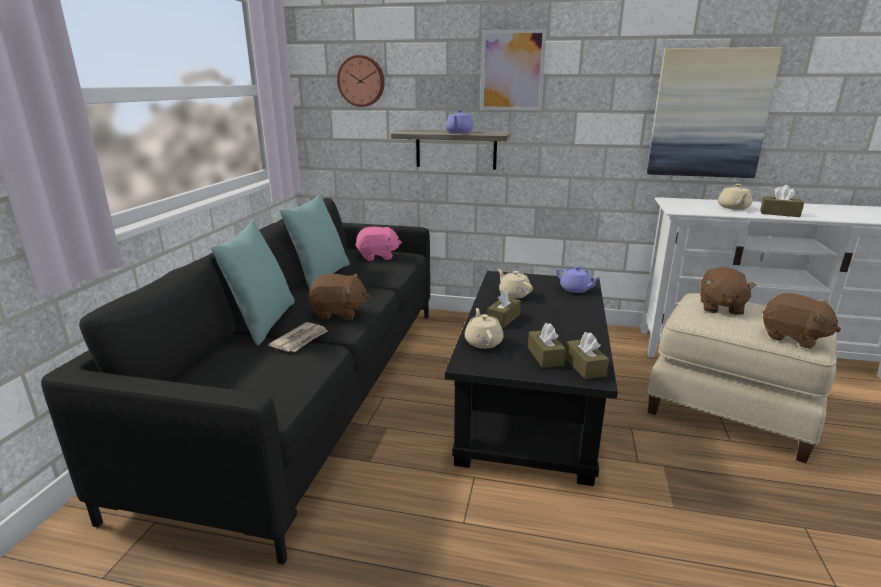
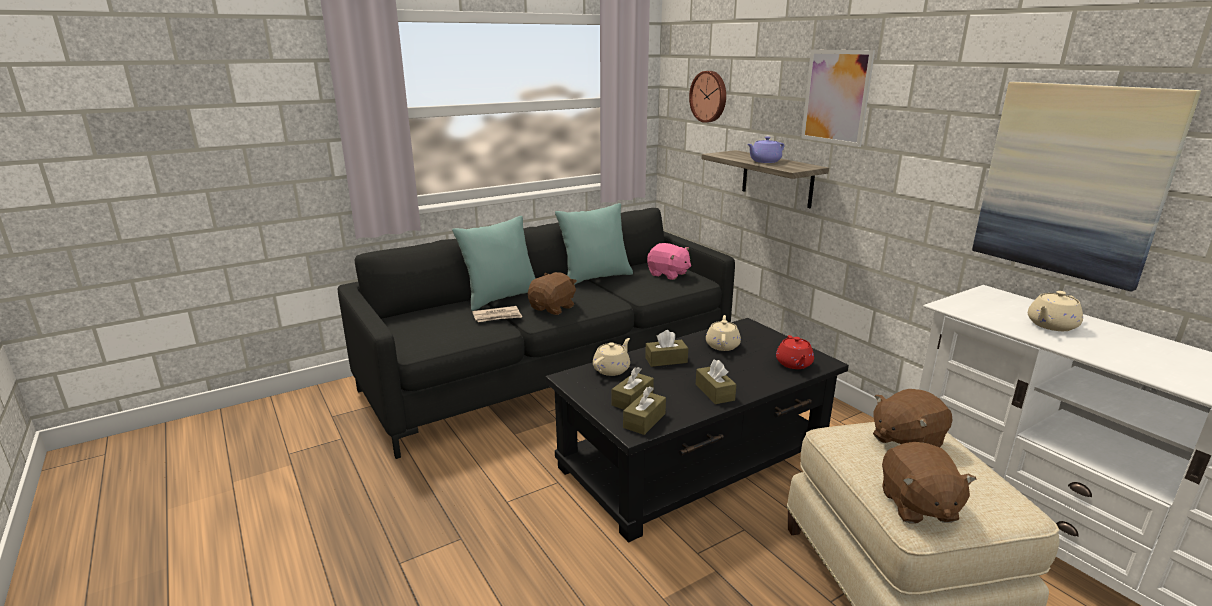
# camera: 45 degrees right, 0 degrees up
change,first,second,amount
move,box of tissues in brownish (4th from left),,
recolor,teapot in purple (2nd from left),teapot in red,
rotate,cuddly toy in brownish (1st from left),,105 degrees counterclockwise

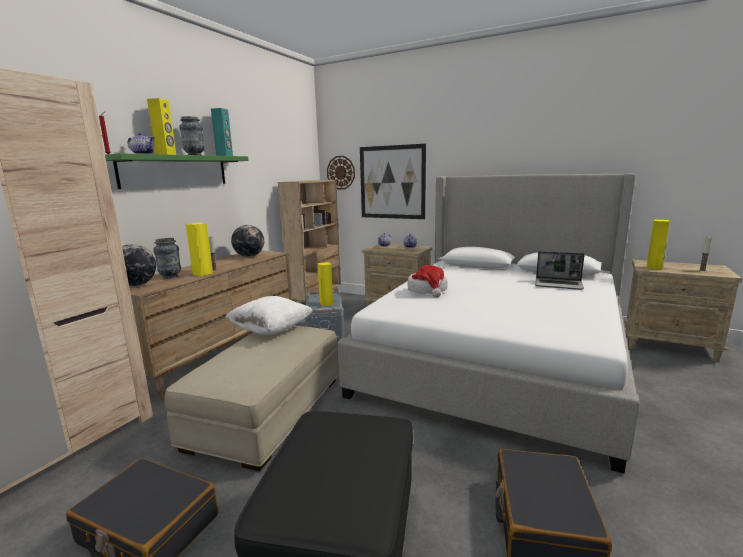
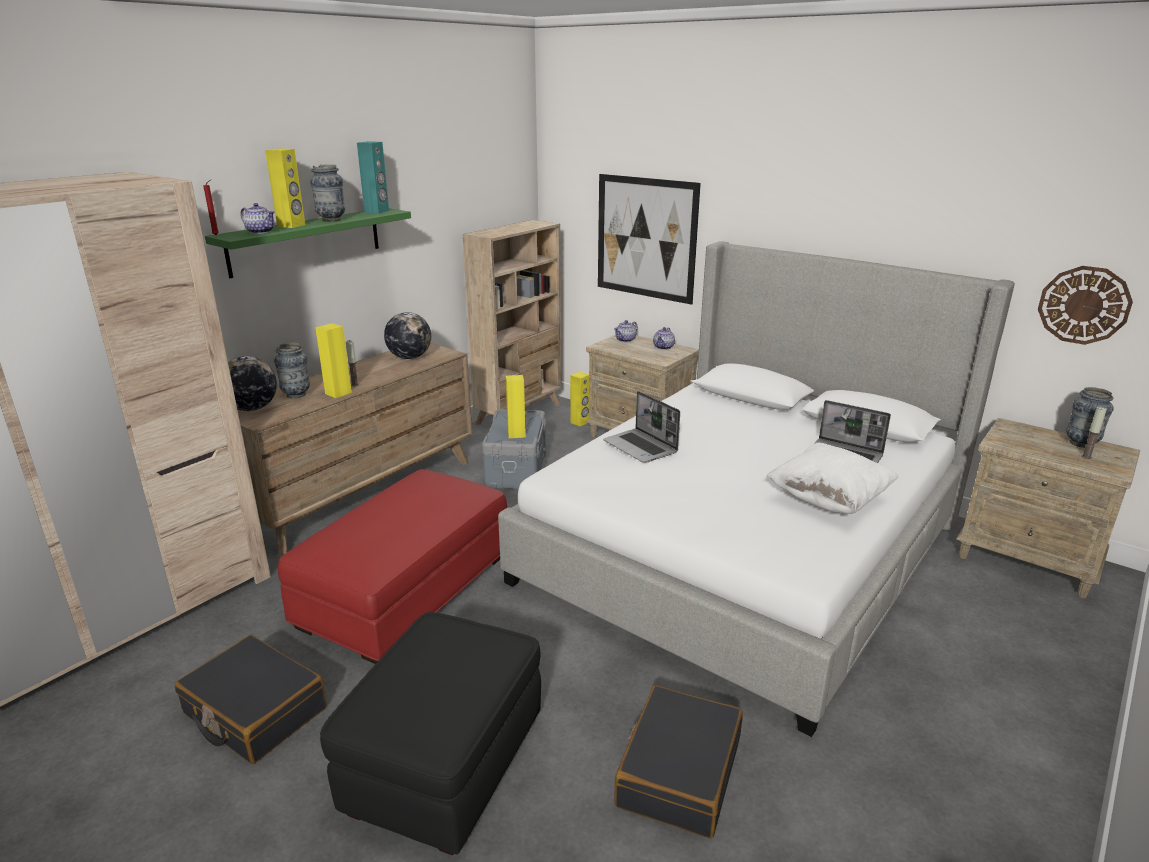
# camera: 10 degrees right, 10 degrees up
change,first,second,amount
insert,,vase (3rd from left),
move,throw pillow in white-coloured,,
move,hanging clock,,
move,loudspeaker in yellow-coloured (4th from left),,
replace,wearable hat,portable computer (1st from left),
recolor,pouffe in beige,pouffe in red,

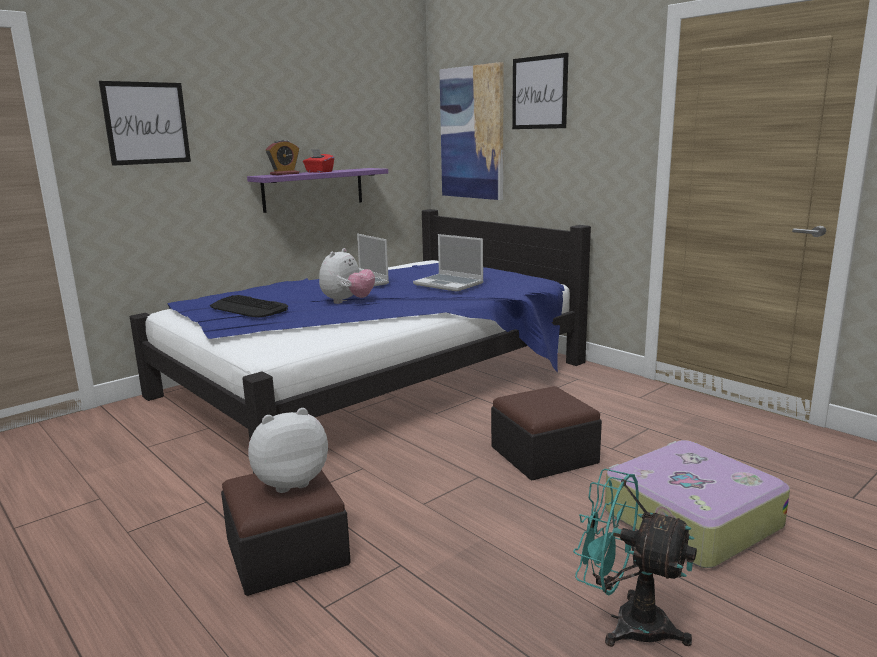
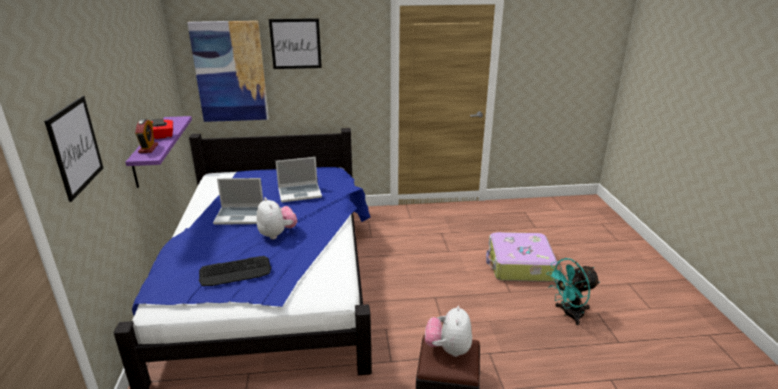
# camera: 55 degrees left, 10 degrees up
change,first,second,amount
delete,pouffe (2nd from left),,

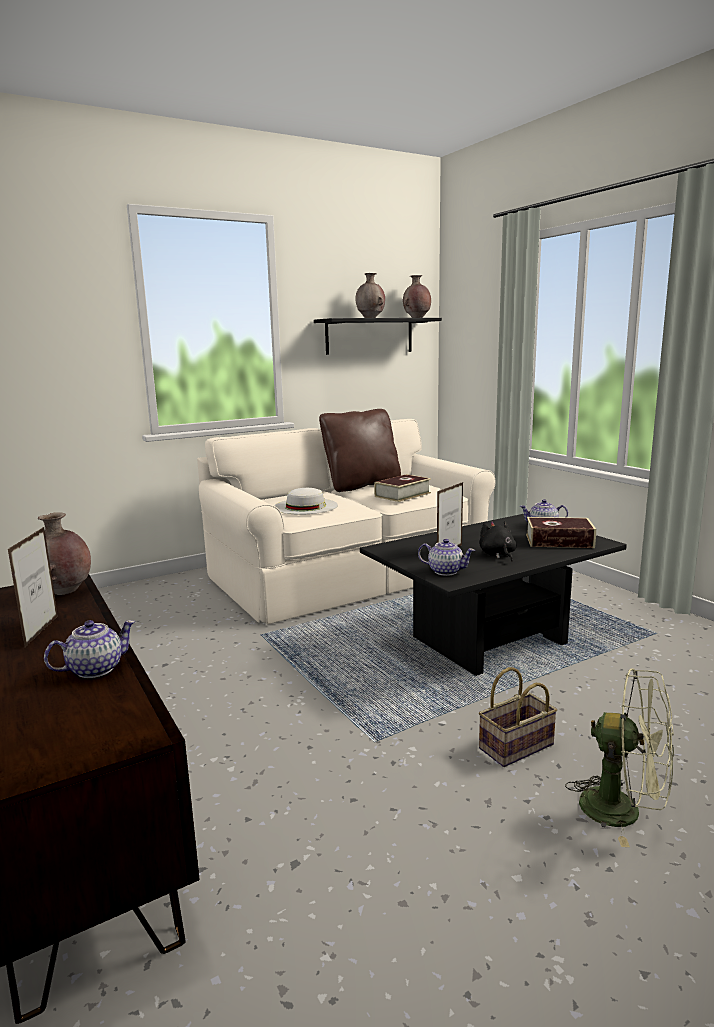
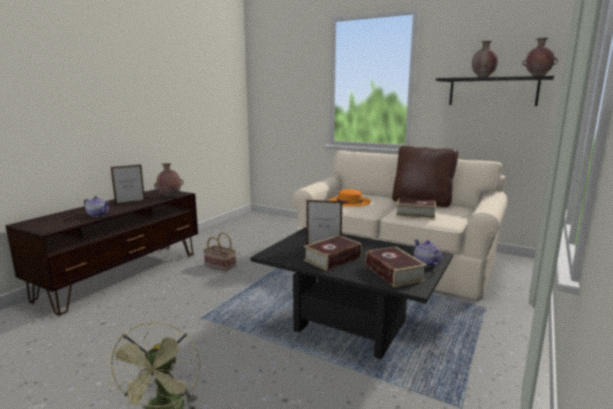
# camera: 60 degrees right, 0 degrees up
change,first,second,amount
delete,teapot (2nd from left),,
move,storage basket,,
replace,cuddly toy in blackish,volume (1st from left),
recolor,wearable hat in white-coloured,wearable hat in orangey,

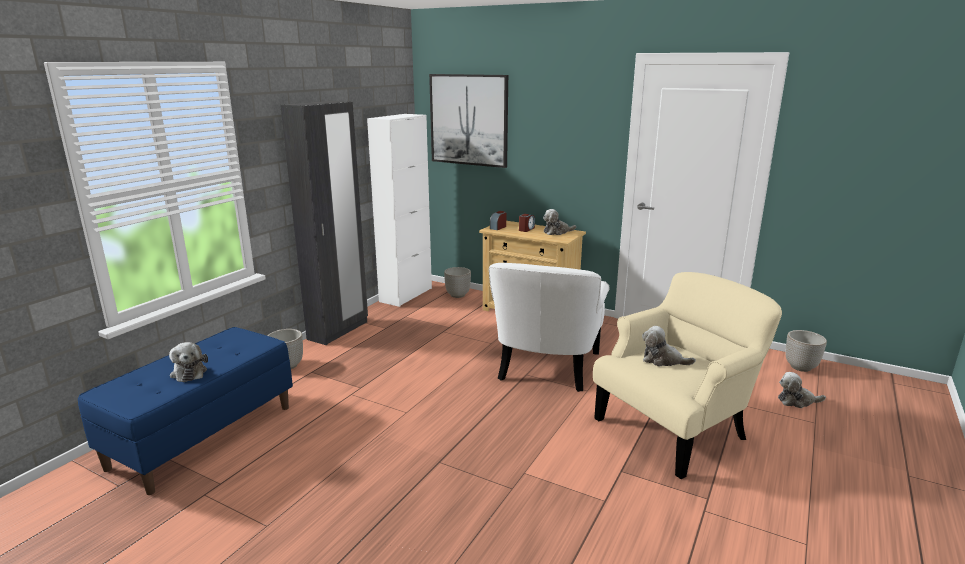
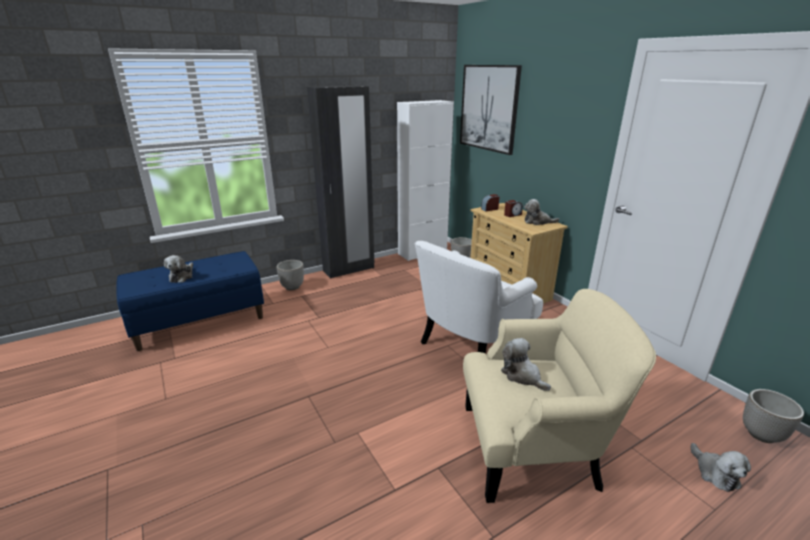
# camera: 30 degrees right, 5 degrees up
change,first,second,amount
rotate,cuddly toy (4th from left),,135 degrees counterclockwise

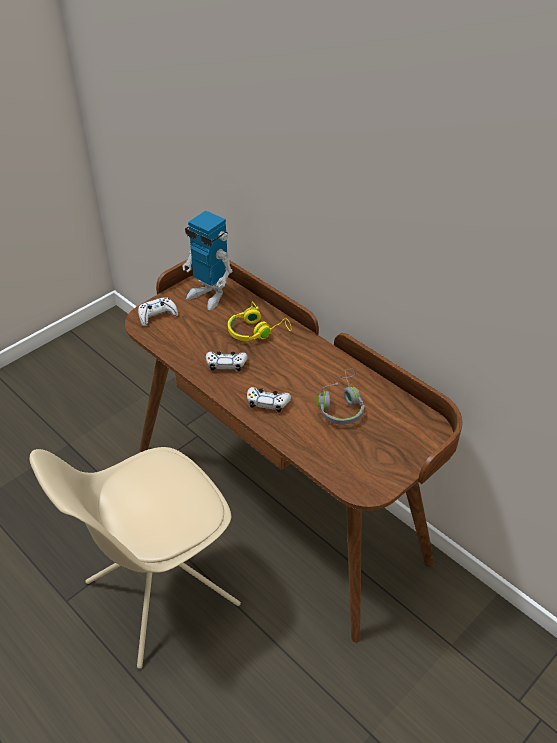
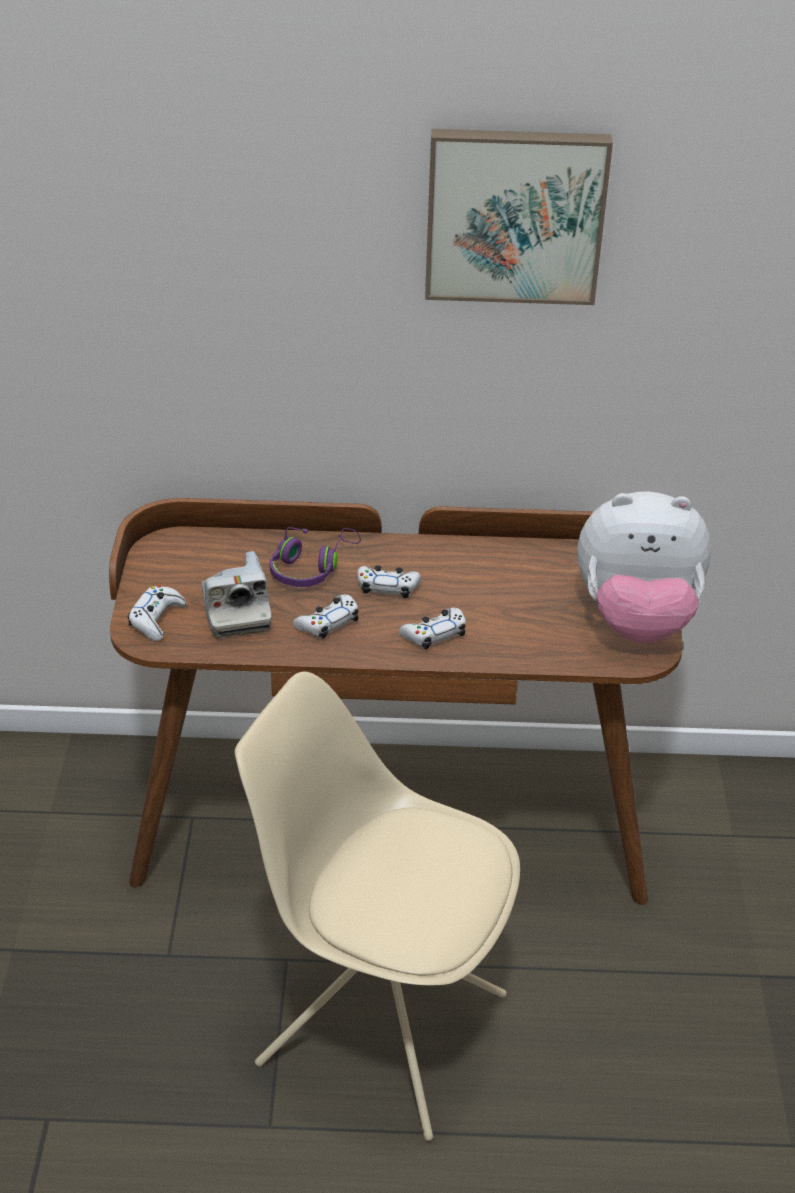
# camera: 45 degrees left, 5 degrees down
change,first,second,amount
delete,robot figure,,
delete,pair of headphones in gray,,
insert,,still camera,
insert,,gamepad in white-coloured (3rd from left),
insert,,wall picture,
insert,,cuddly toy,
recolor,pair of headphones in yellow-coloured,pair of headphones in purple,
rotate,plain chair in beige,,105 degrees clockwise

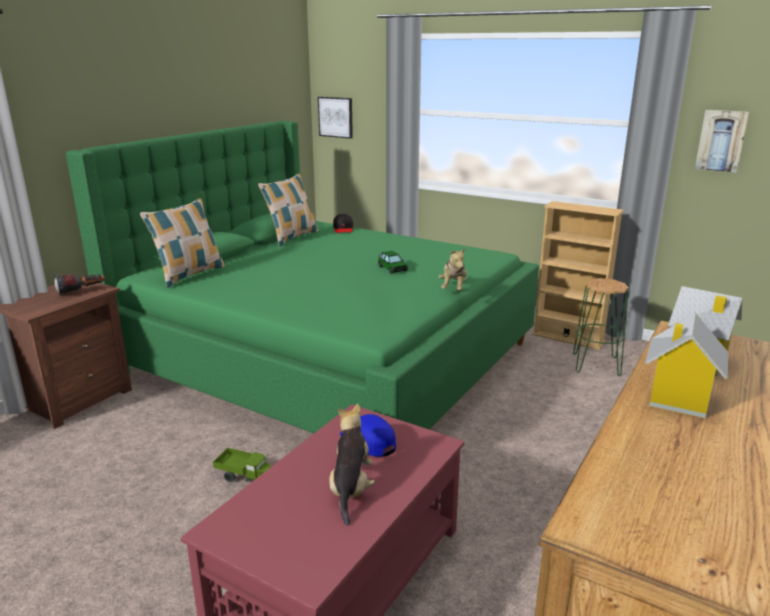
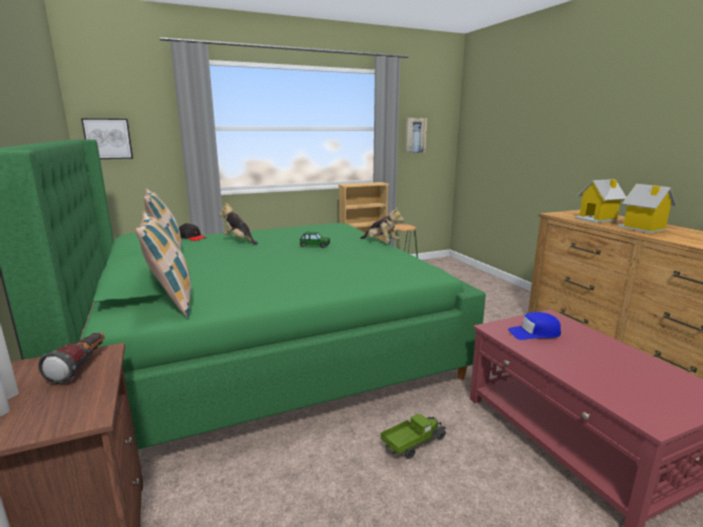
# camera: 55 degrees left, 5 degrees down
change,first,second,amount
move,cuddly toy (1st from left),,

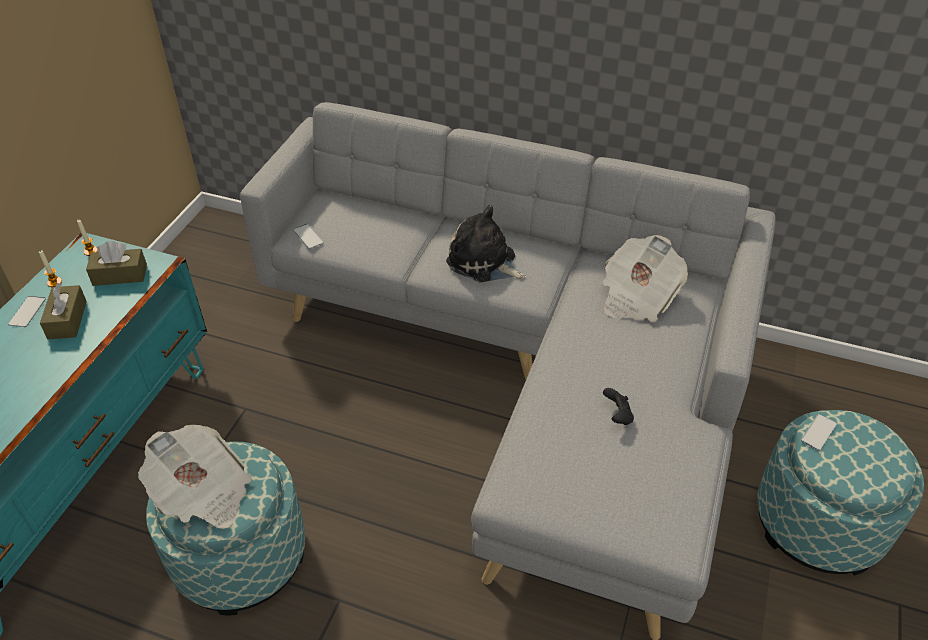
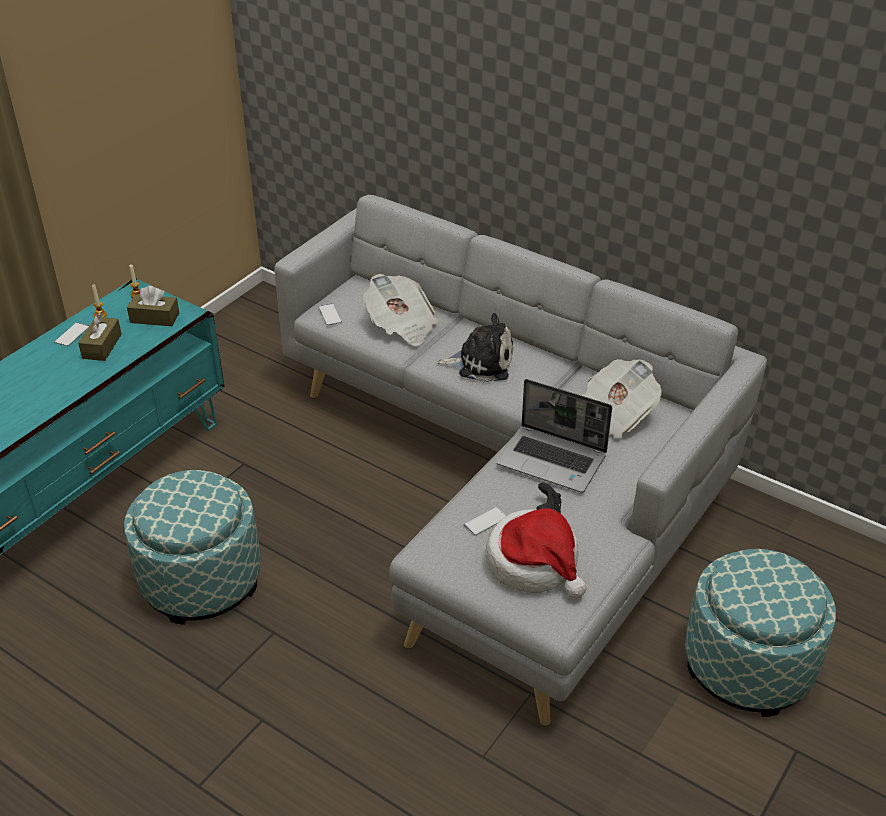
# camera: 15 degrees right, 5 degrees down
change,first,second,amount
insert,,wearable hat,
insert,,portable computer,
move,daily paper (1st from left),,
move,telephone (3rd from left),,
rotate,cuddly toy,,135 degrees clockwise

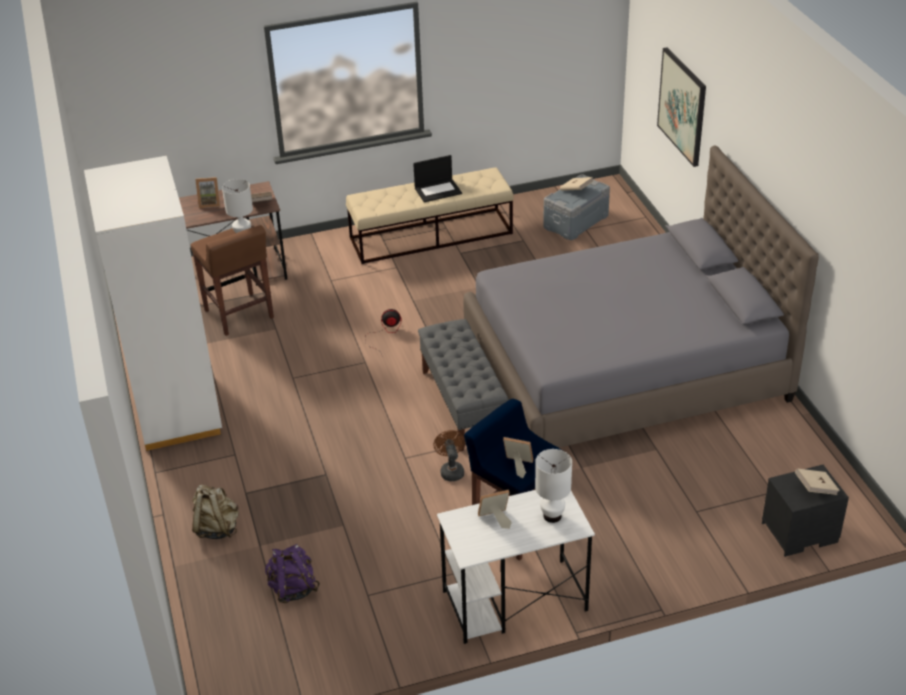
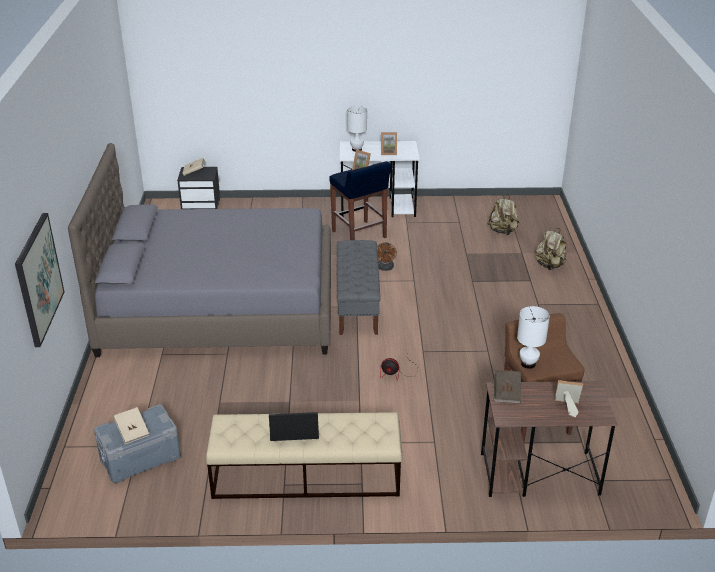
# camera: 165 degrees left, 5 degrees down
change,first,second,amount
delete,wardrobe in white-coloured,,
recolor,rucksack in purple,rucksack in beige (1st from left),

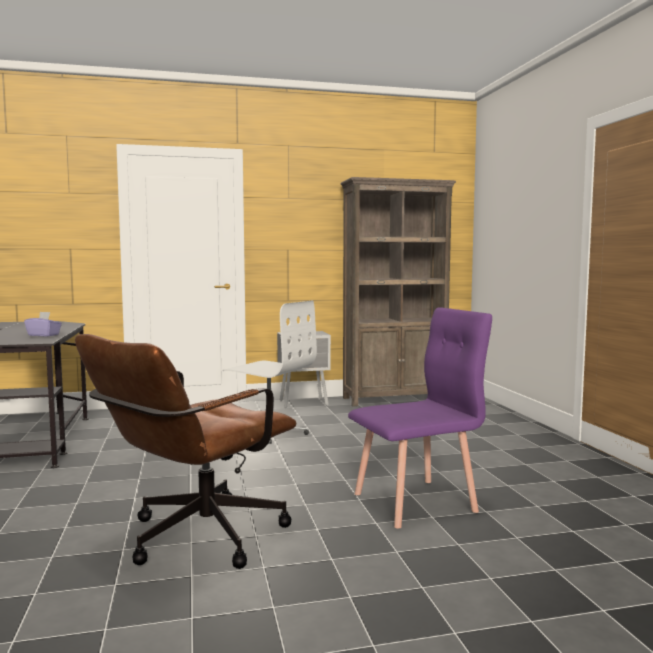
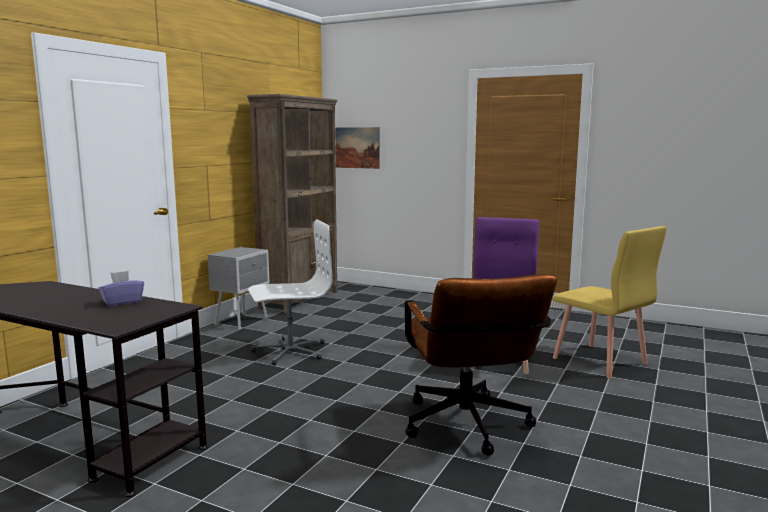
# camera: 50 degrees left, 5 degrees up
change,first,second,amount
insert,,wall picture,
insert,,plain chair in yellow-coloured,

